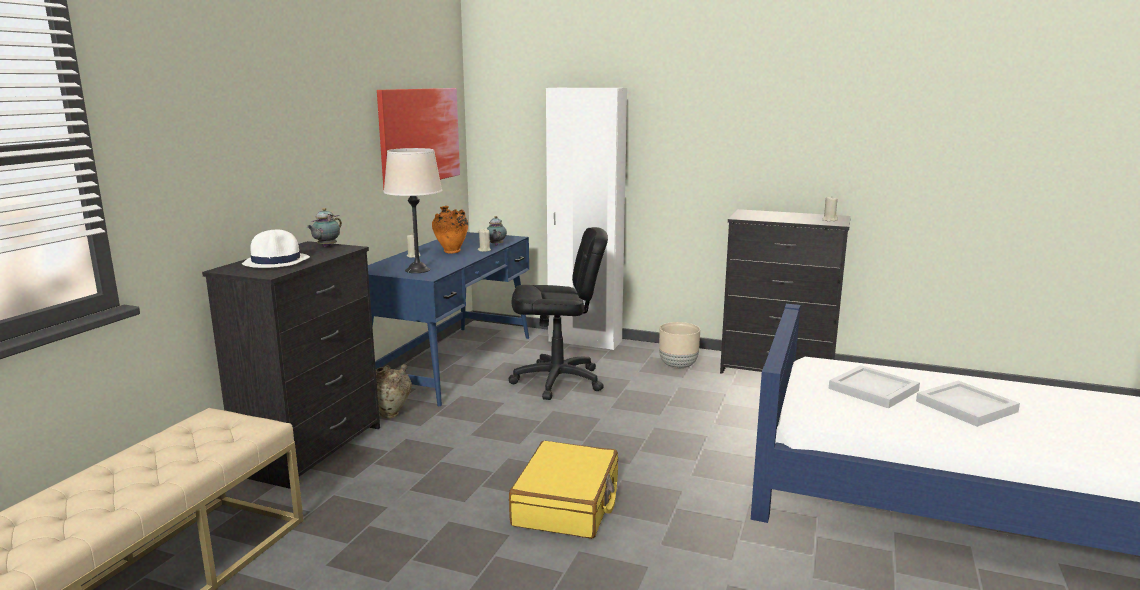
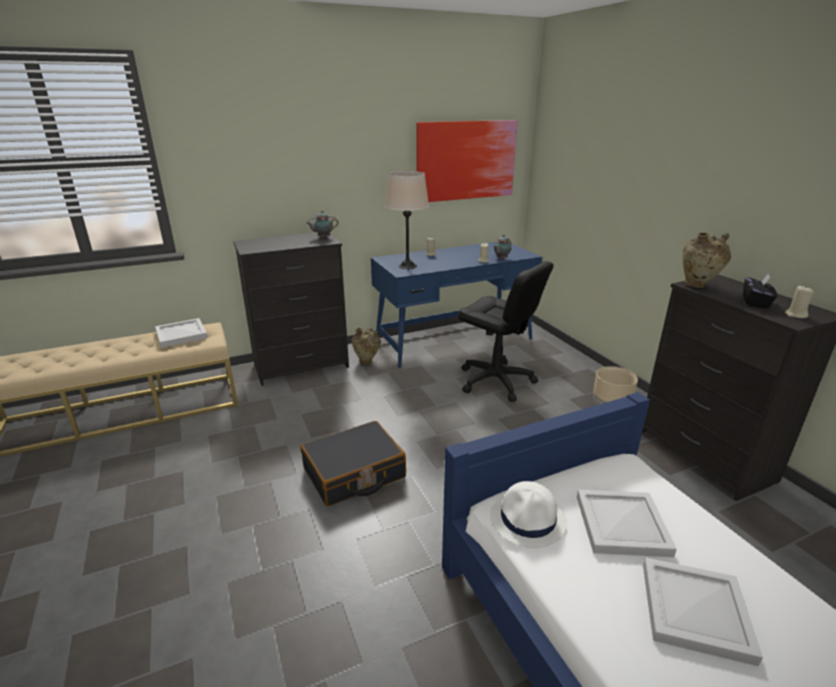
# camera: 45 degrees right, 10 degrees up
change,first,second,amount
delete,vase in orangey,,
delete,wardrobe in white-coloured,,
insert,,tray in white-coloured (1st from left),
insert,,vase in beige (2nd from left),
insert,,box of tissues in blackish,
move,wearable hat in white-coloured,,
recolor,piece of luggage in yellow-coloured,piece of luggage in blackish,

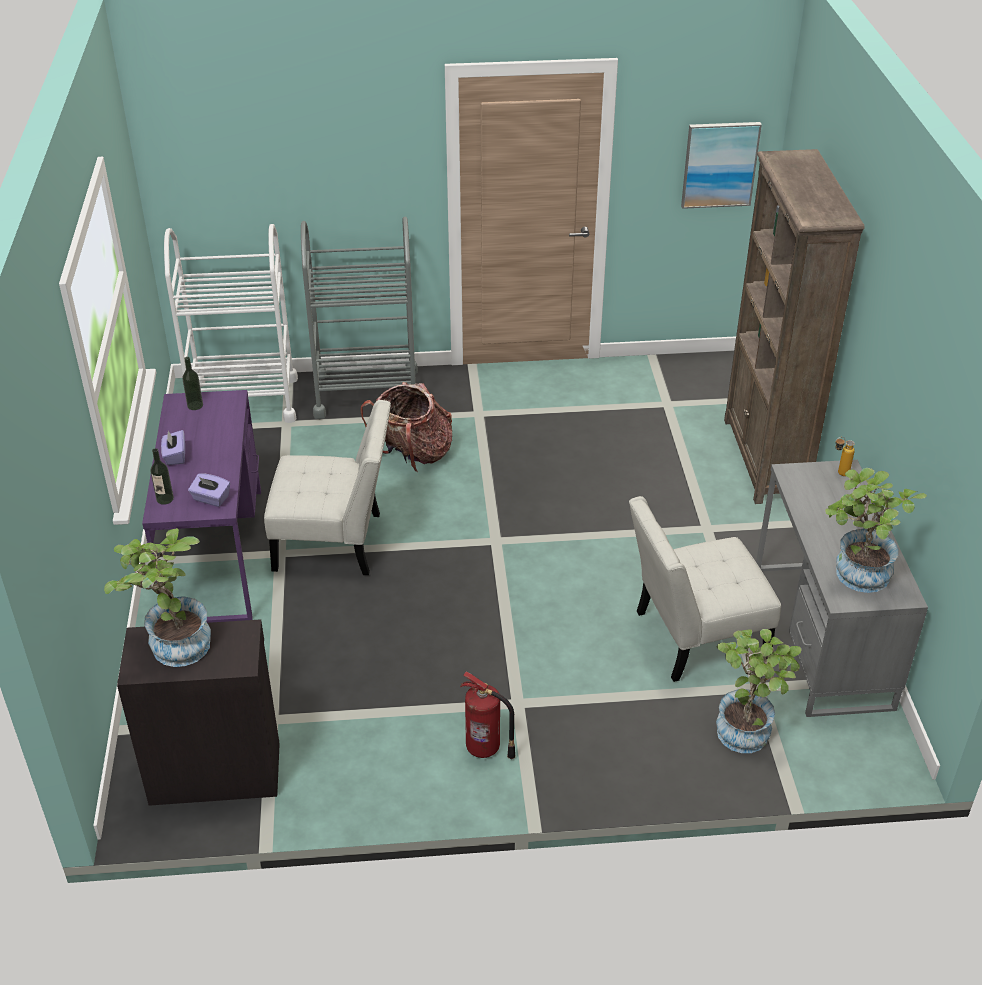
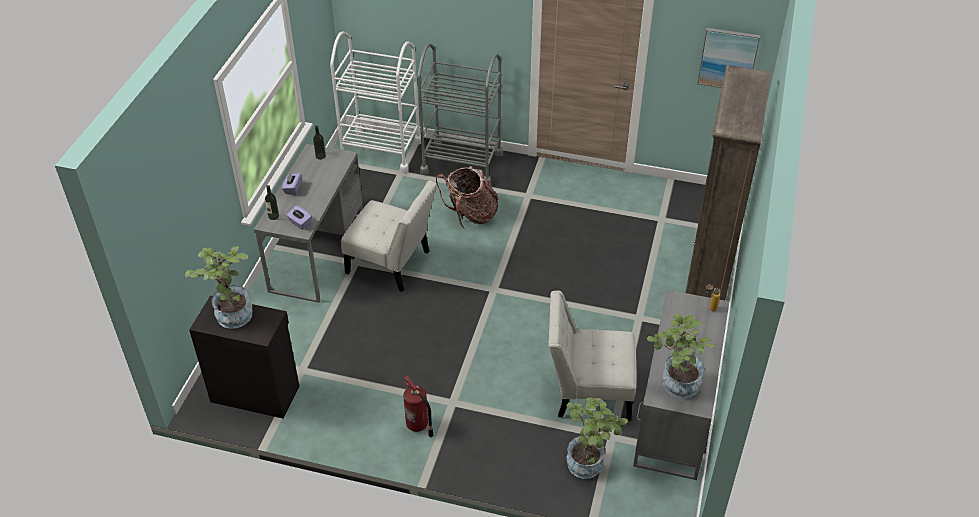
# camera: 20 degrees right, 5 degrees up
change,first,second,amount
recolor,desk table in purple,desk table in gray (1st from left),

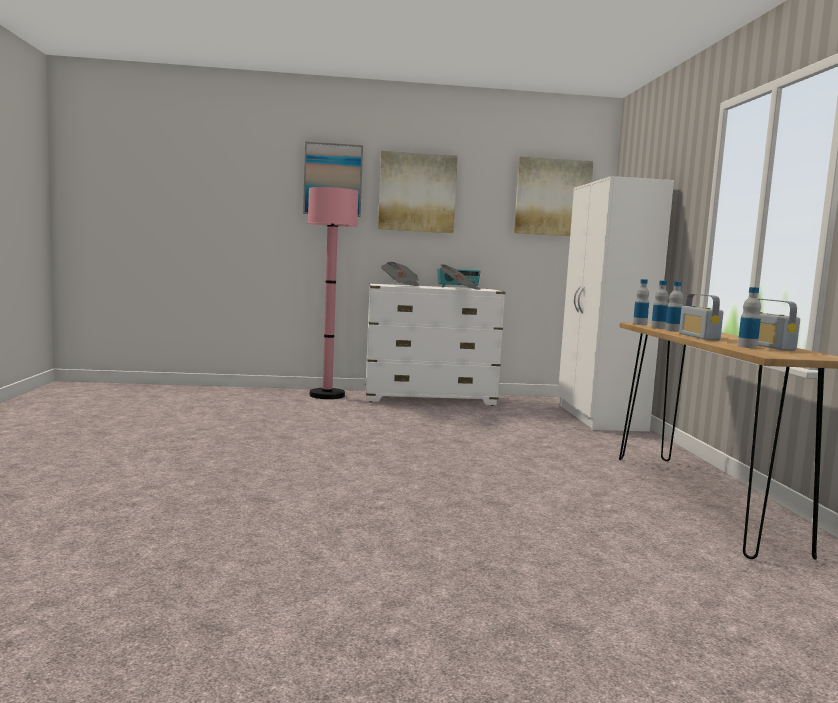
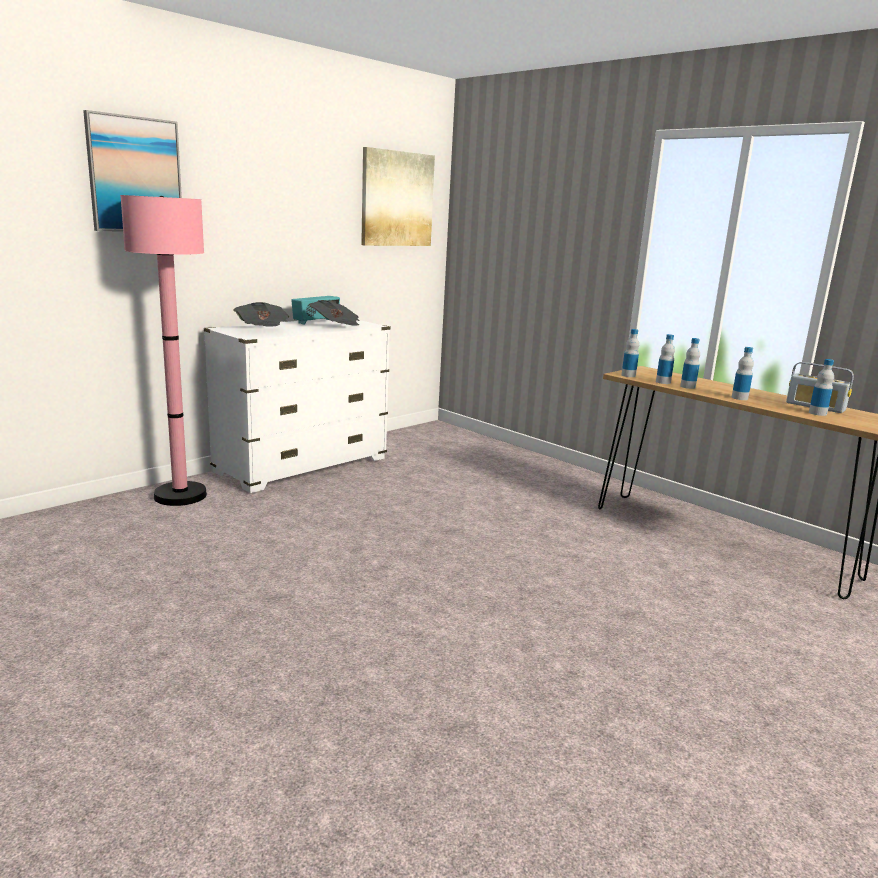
# camera: 40 degrees left, 10 degrees up
change,first,second,amount
delete,wall picture (2nd from left),,
delete,wardrobe in white-coloured,,
replace,radio receiver (2nd from left),beverage bottle (4th from left),

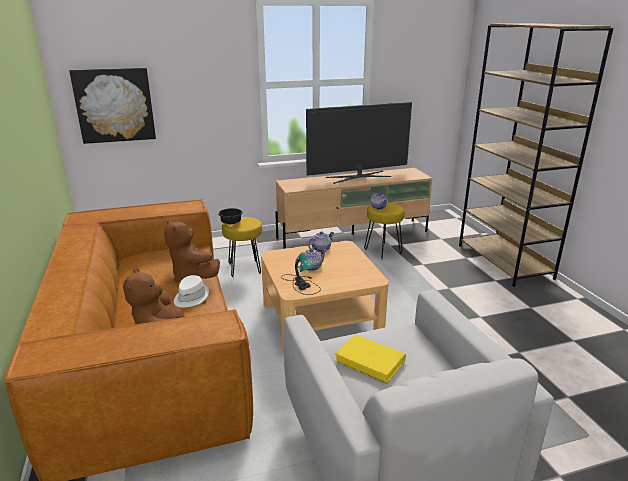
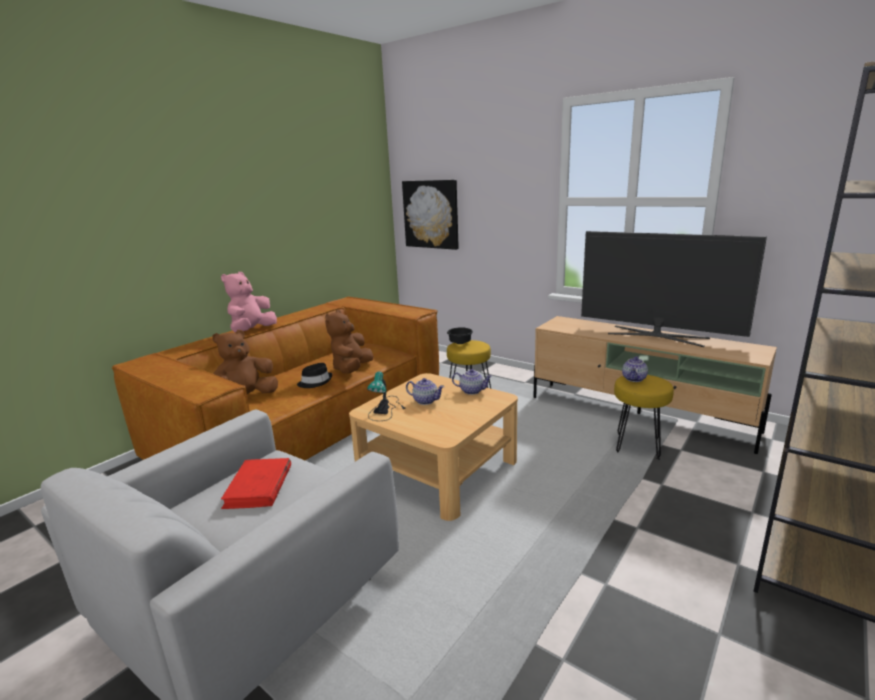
# camera: 55 degrees right, 5 degrees down
change,first,second,amount
insert,,cuddly toy in pinkish,
recolor,wearable hat in white-coloured,wearable hat in blackish,
recolor,volume in yellow-coloured,volume in red,

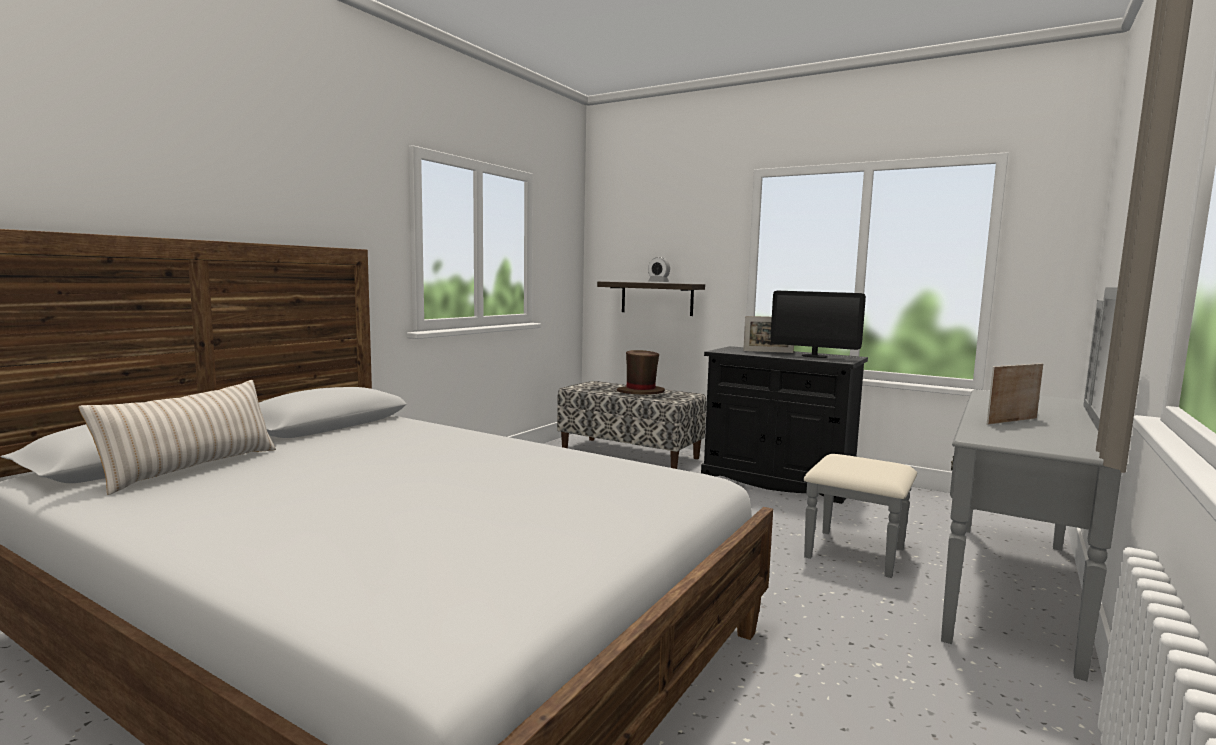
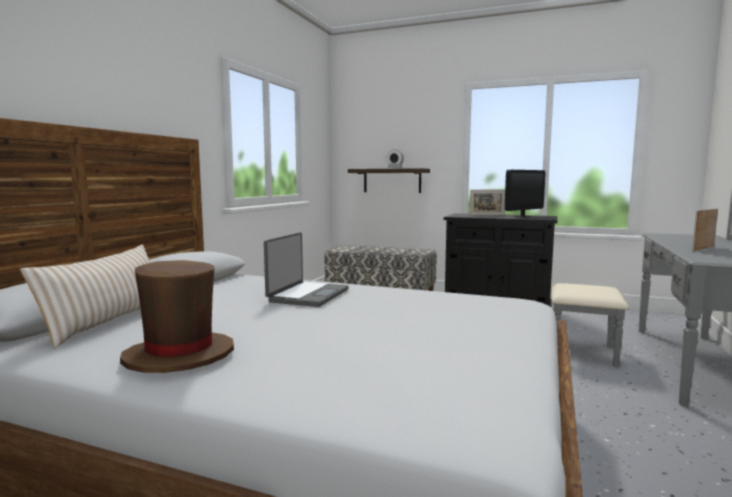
# camera: 10 degrees left, 0 degrees up
change,first,second,amount
insert,,portable computer,
move,wearable hat in brownish,,
rotate,computer display,,60 degrees counterclockwise

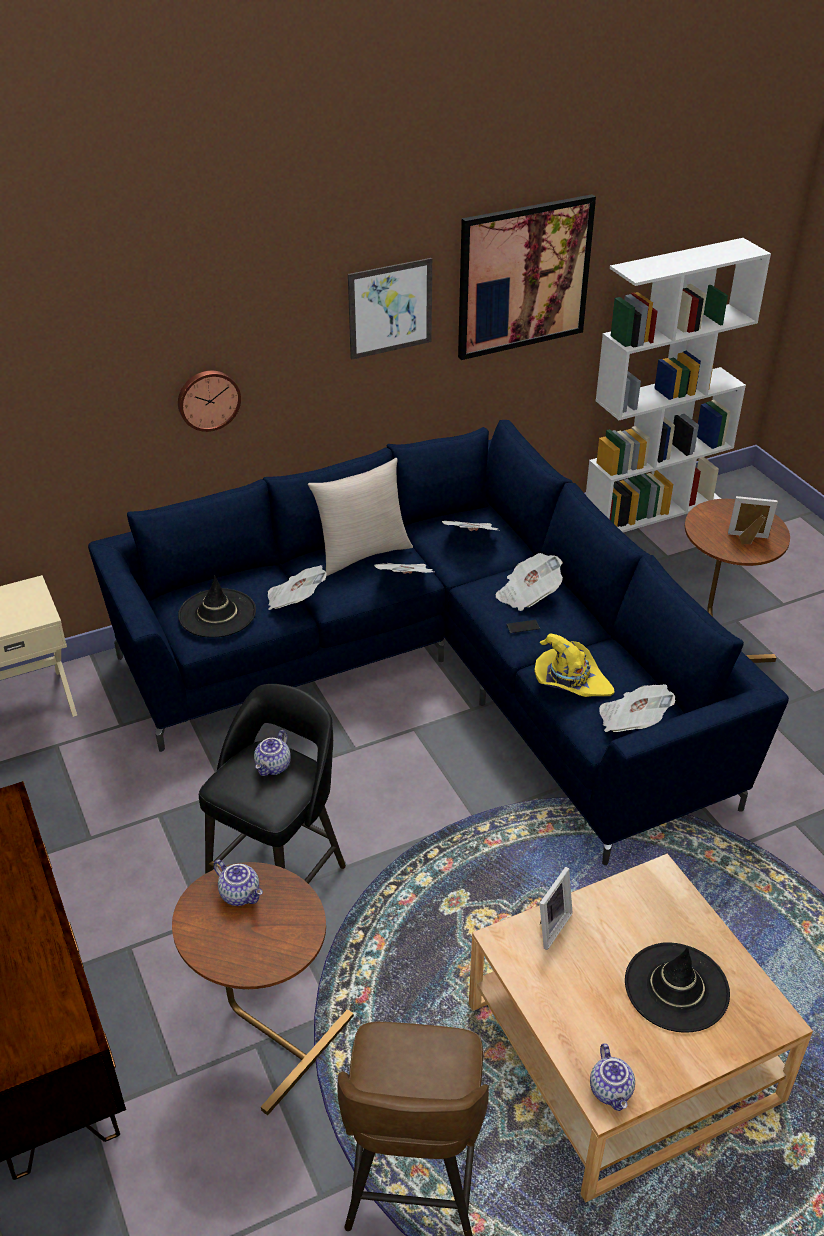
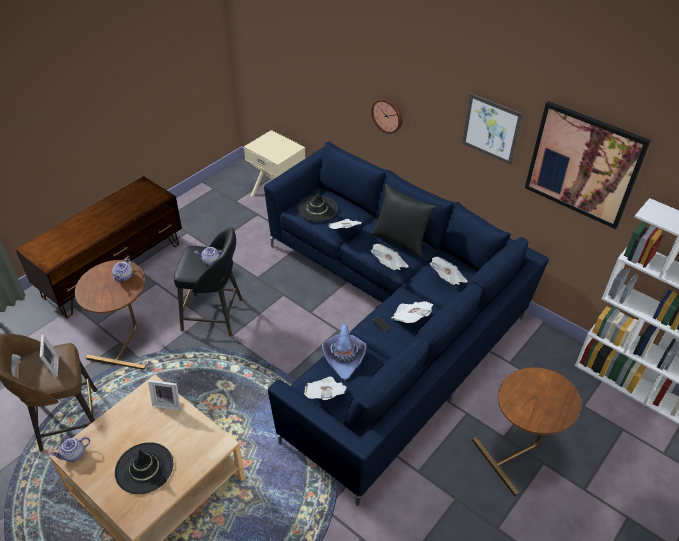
# camera: 65 degrees right, 5 degrees up
change,first,second,amount
move,photo frame (2nd from left in the first image),photo frame (1st from left),
recolor,throw pillow in beige,throw pillow in blackish,
recolor,wearable hat in yellow-coloured,wearable hat in purple,

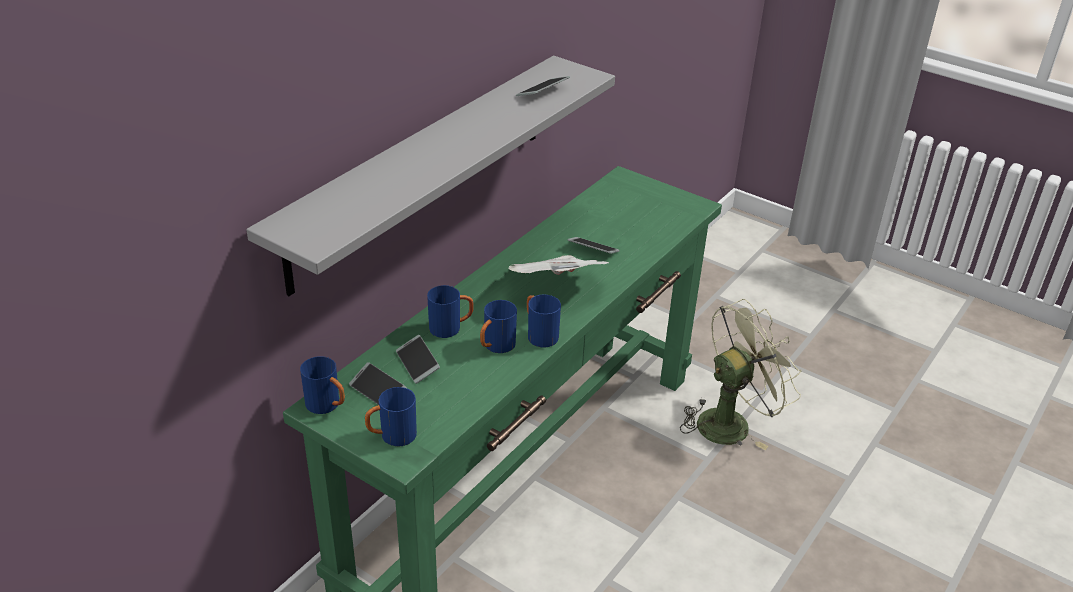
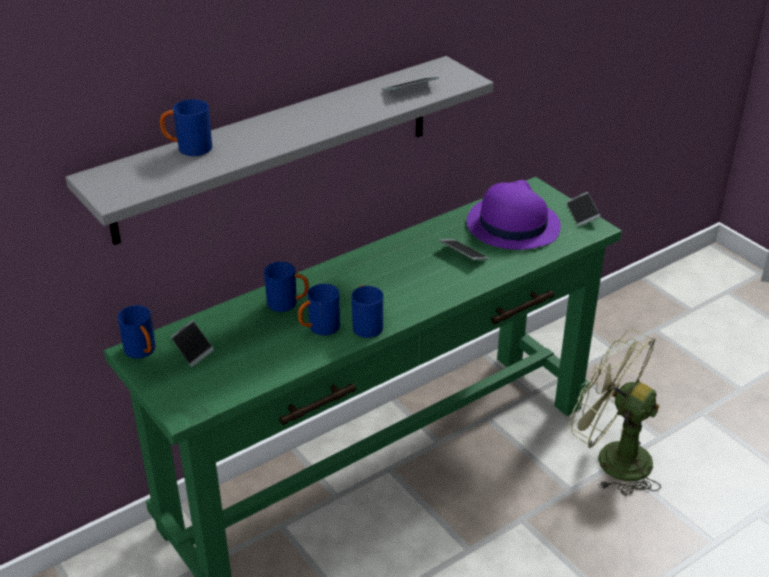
# camera: 20 degrees right, 0 degrees up
change,first,second,amount
delete,daily paper,,
insert,,wearable hat in purple,
move,tea mug in blue (2nd from left),,
move,telephone (2nd from left in the first image),telephone (4th from left),
rotate,electric fan in green,,135 degrees counterclockwise

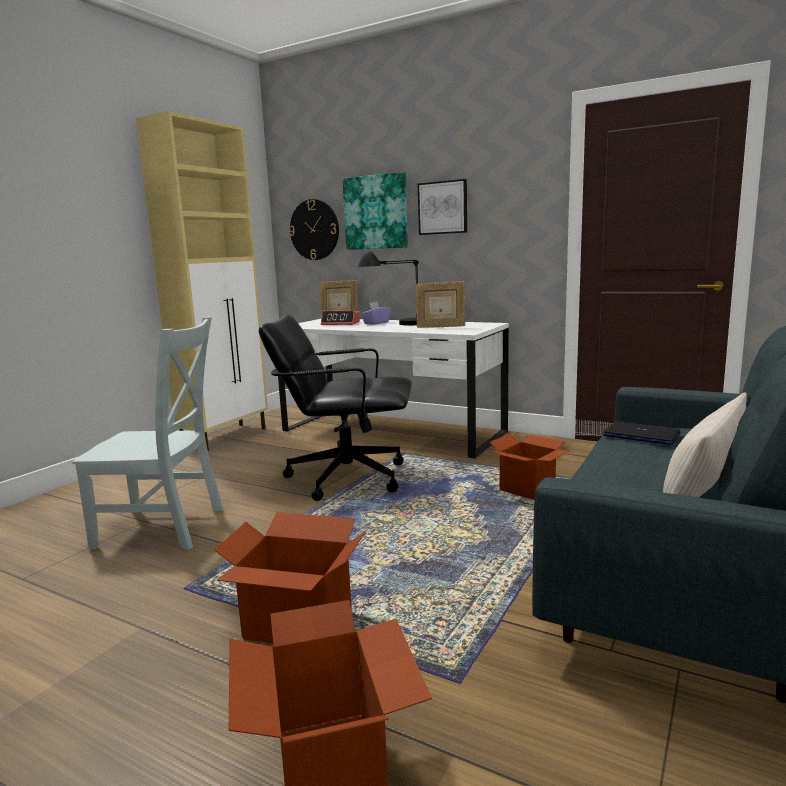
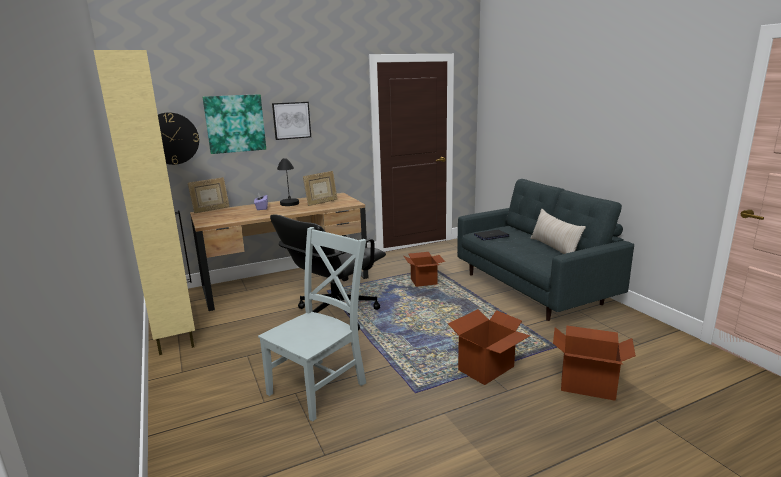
# camera: 55 degrees left, 5 degrees up
change,first,second,amount
delete,alarm clock,,
recolor,desk table in white-coloured,desk table in brownish,

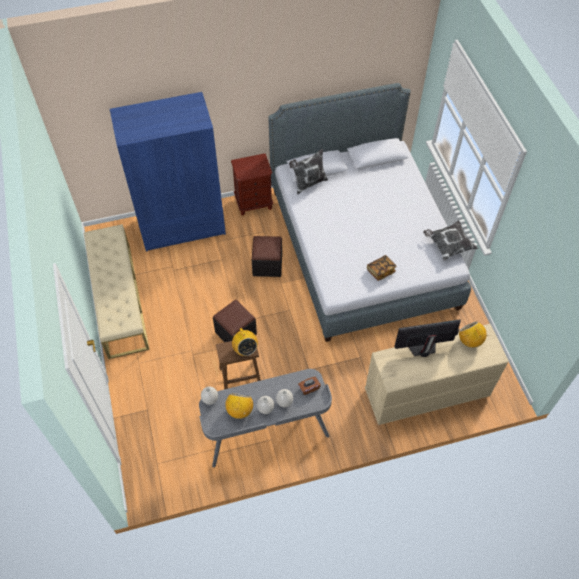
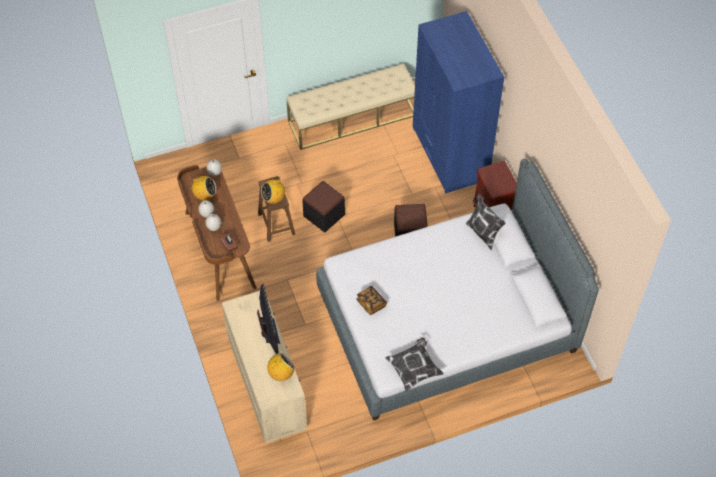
# camera: 85 degrees right, 0 degrees up
change,first,second,amount
recolor,desk table in gray,desk table in brownish,

